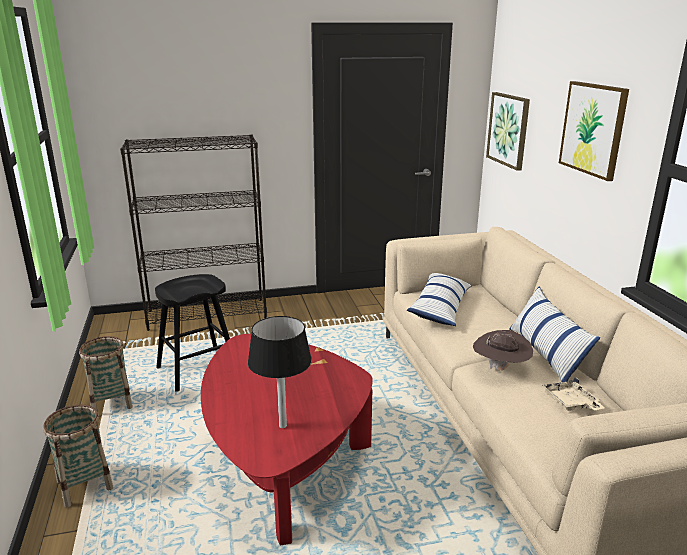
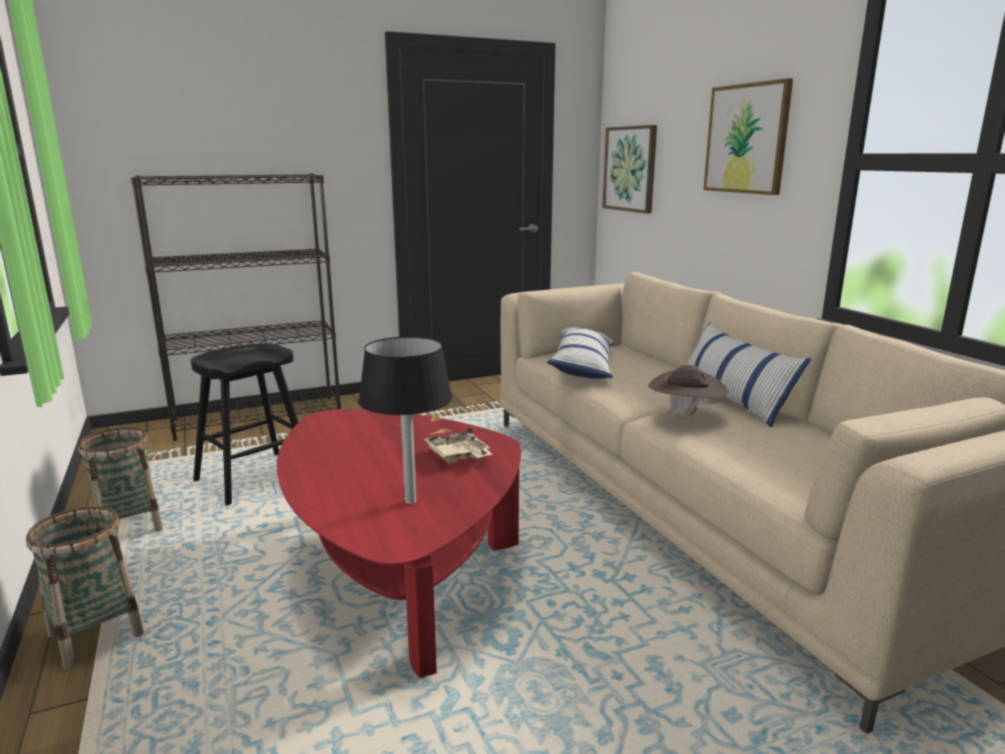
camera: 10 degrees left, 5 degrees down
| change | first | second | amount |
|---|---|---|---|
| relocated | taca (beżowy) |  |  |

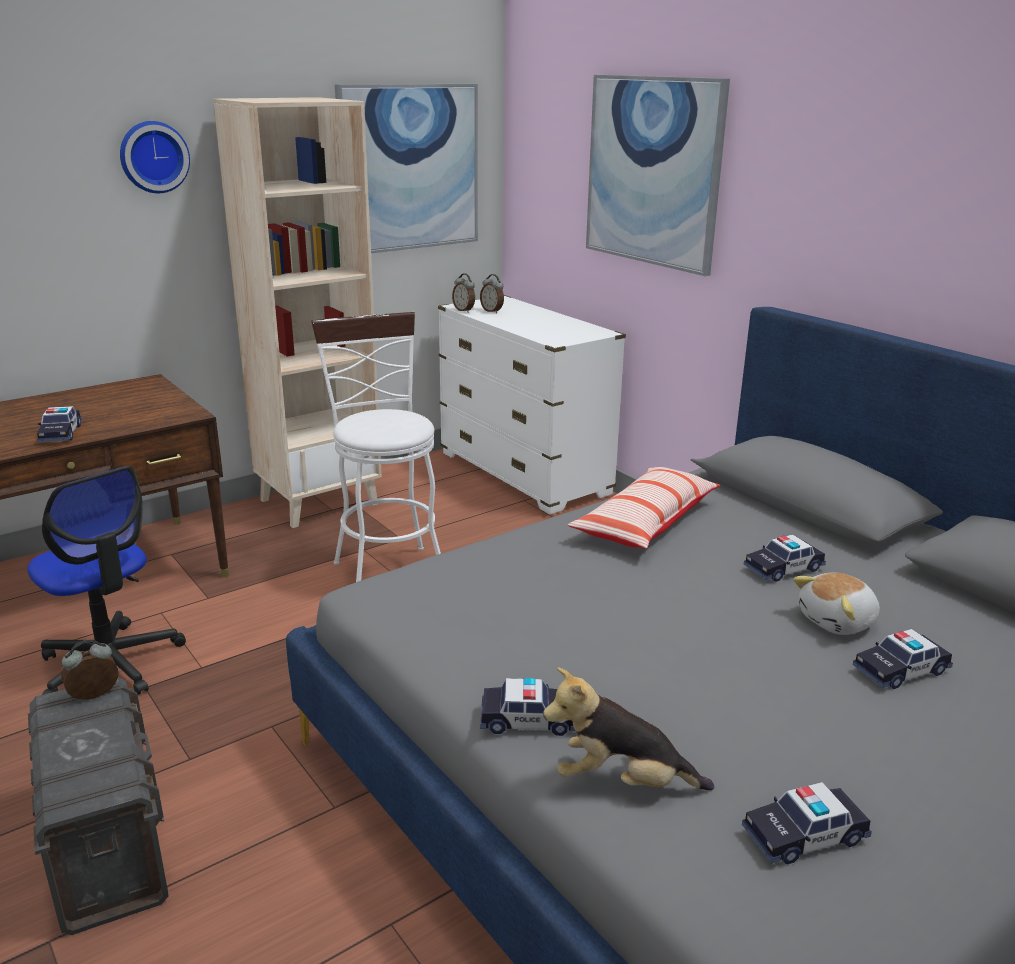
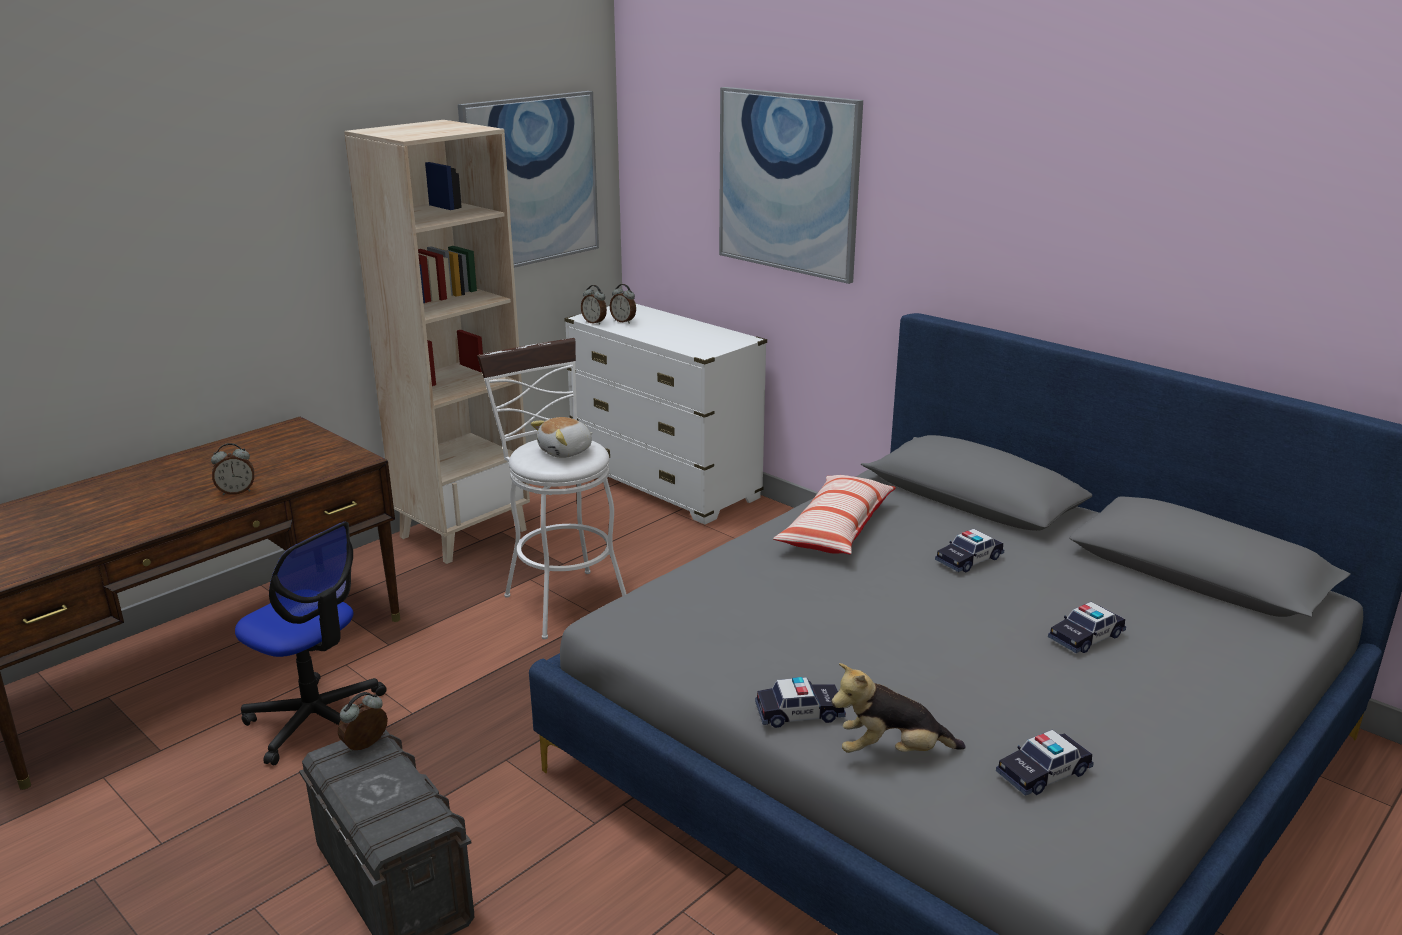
camera: 10 degrees left, 0 degrees up
| change | first | second | amount |
|---|---|---|---|
| missing | zegar ścienny |  |  |
| exchanged | samochodzik (no. 1 from left) | budzik (no. 1 from left) |  |
| relocated | pluszak (no. 2 from left in the first image) | pluszak (no. 1 from left) |  |

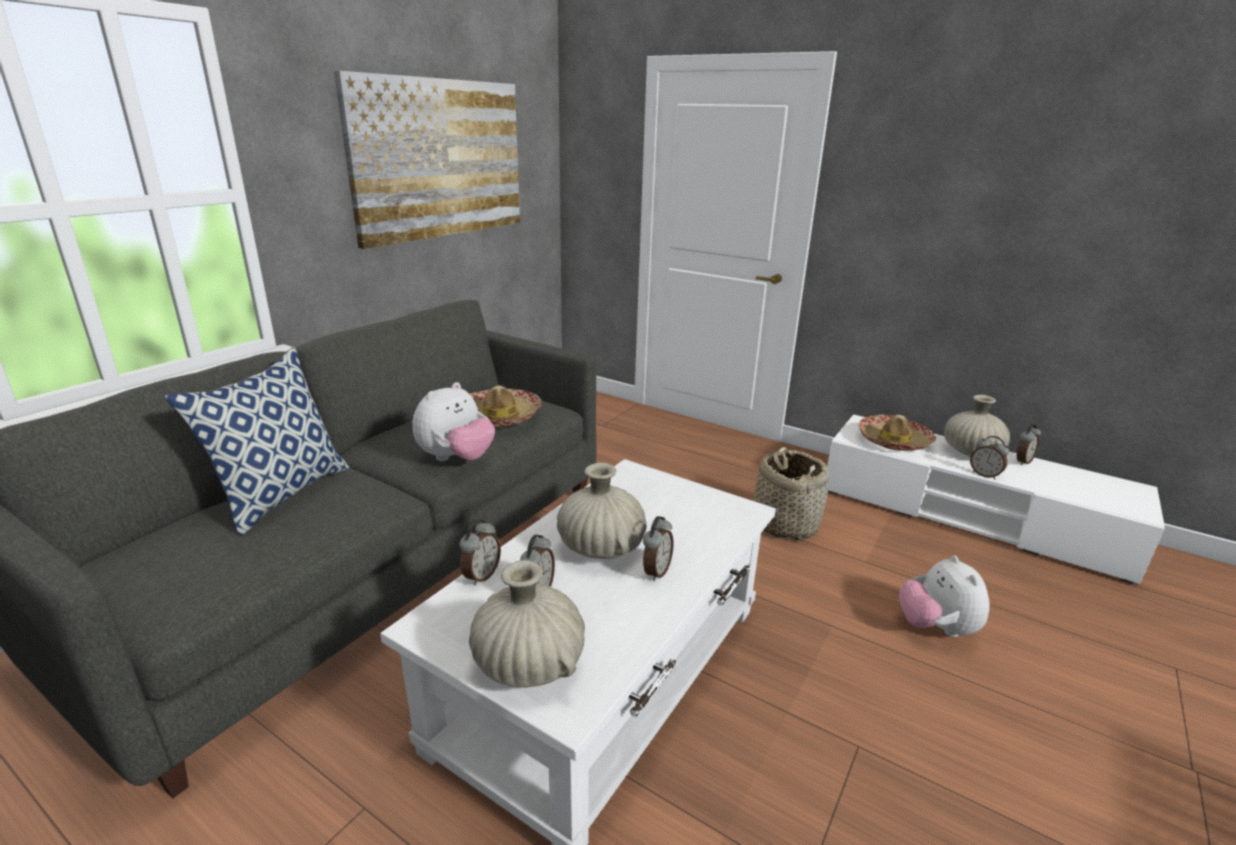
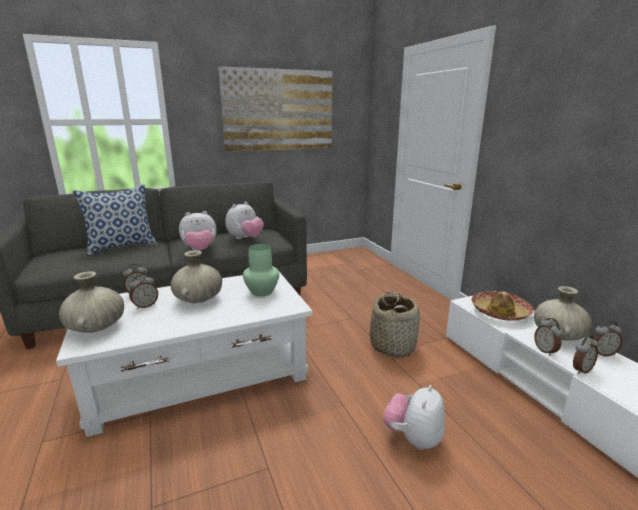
camera: 35 degrees right, 5 degrees down
| change | first | second | amount |
|---|---|---|---|
| exchanged | kapelusz (no. 1 from left) | pluszak (no. 2 from left) |  |
| relocated | budzik (no. 3 from left in the first image) | budzik (no. 4 from left) |  |
| appeared |  | wazon (zielony) |  |

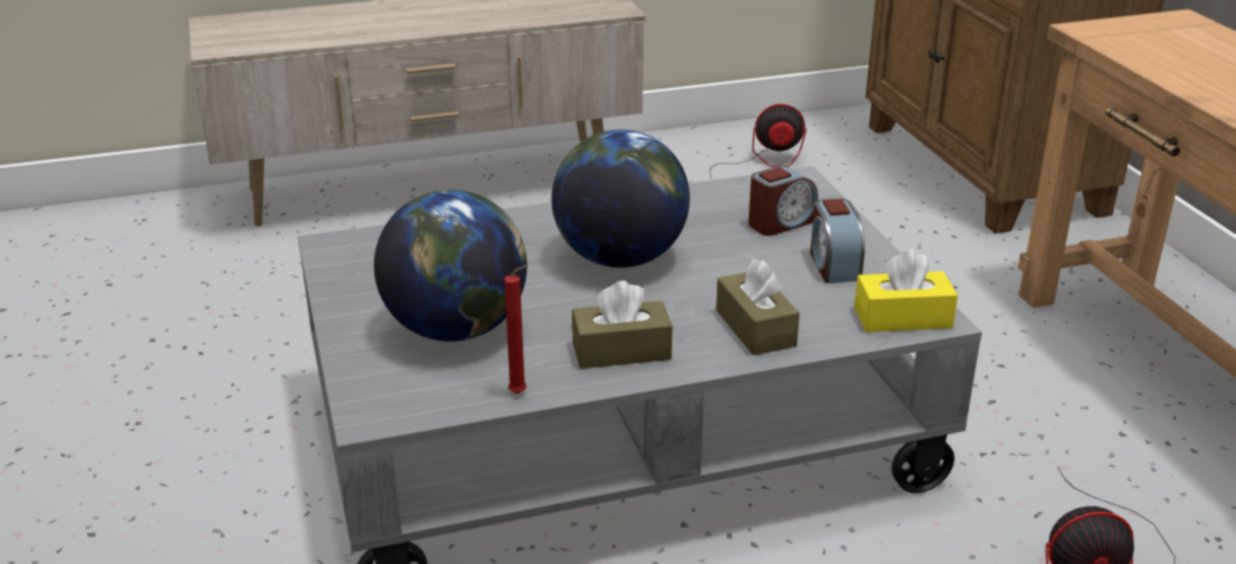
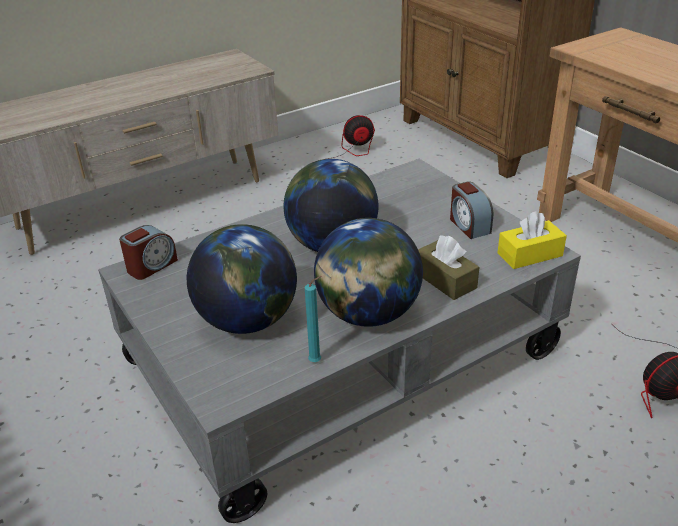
camera: 15 degrees left, 5 degrees up
| change | first | second | amount |
|---|---|---|---|
| relocated | budzik (no. 1 from left) |  |  |
| colour | świeca (czerwony) | świeca (turkusowy) |  |
| exchanged | pudełko chusteczek (brązowy) (no. 1 from left) | globus (no. 3 from left) |  |

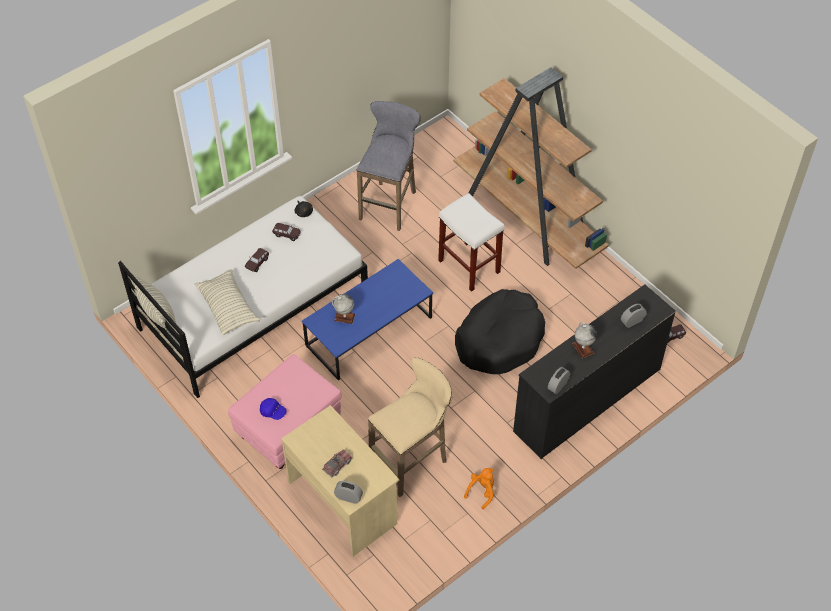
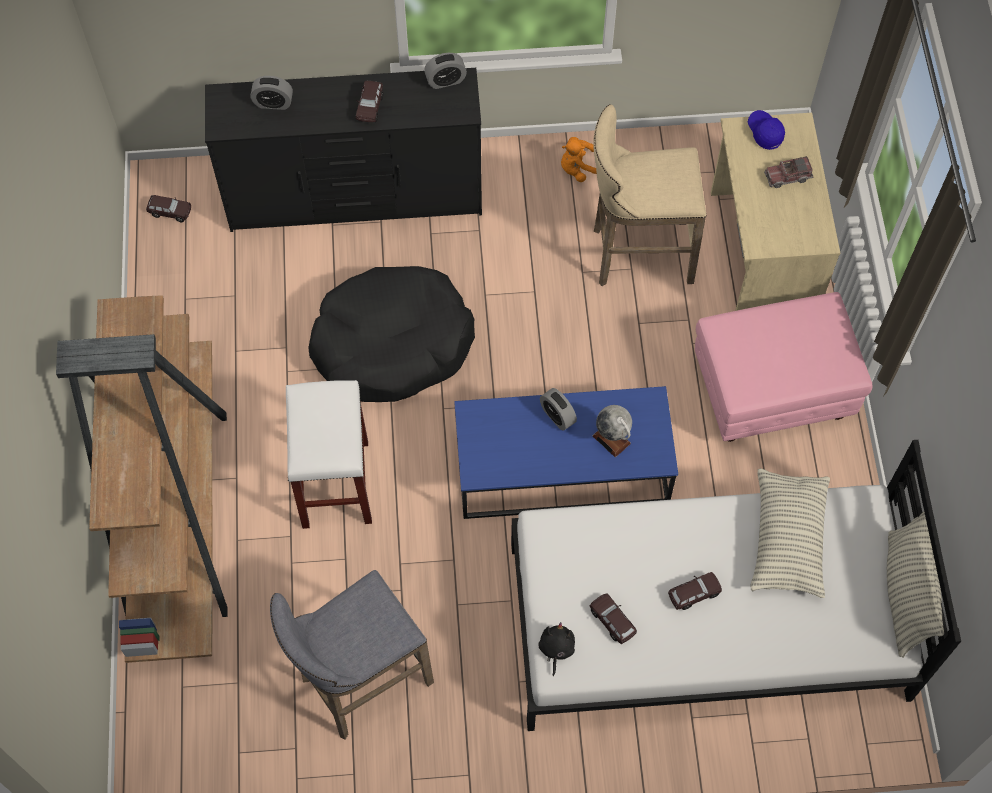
camera: 145 degrees left, 10 degrees up
| change | first | second | amount |
|---|---|---|---|
| exchanged | globus (no. 2 from left) | samochodzik (brązowy) (no. 2 from left) |  |
| relocated | czapka z daszkiem (niebieski) |  |  |
| relocated | budzik (no. 1 from left in the first image) | budzik (no. 3 from left) |  |

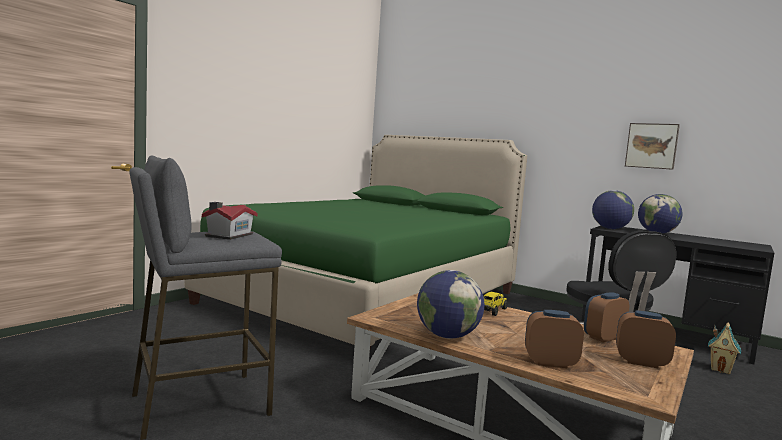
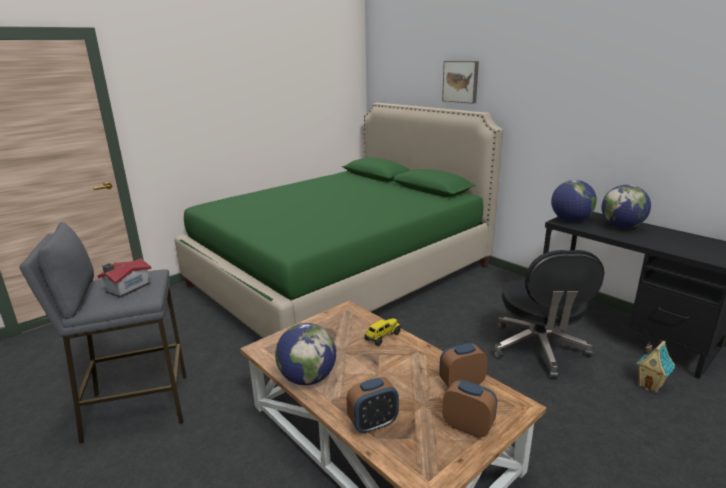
camera: 15 degrees right, 15 degrees up
| change | first | second | amount |
|---|---|---|---|
| relocated | obraz |  |  |
| spun | budzik (no. 1 from left) |  | 135 degrees clockwise |

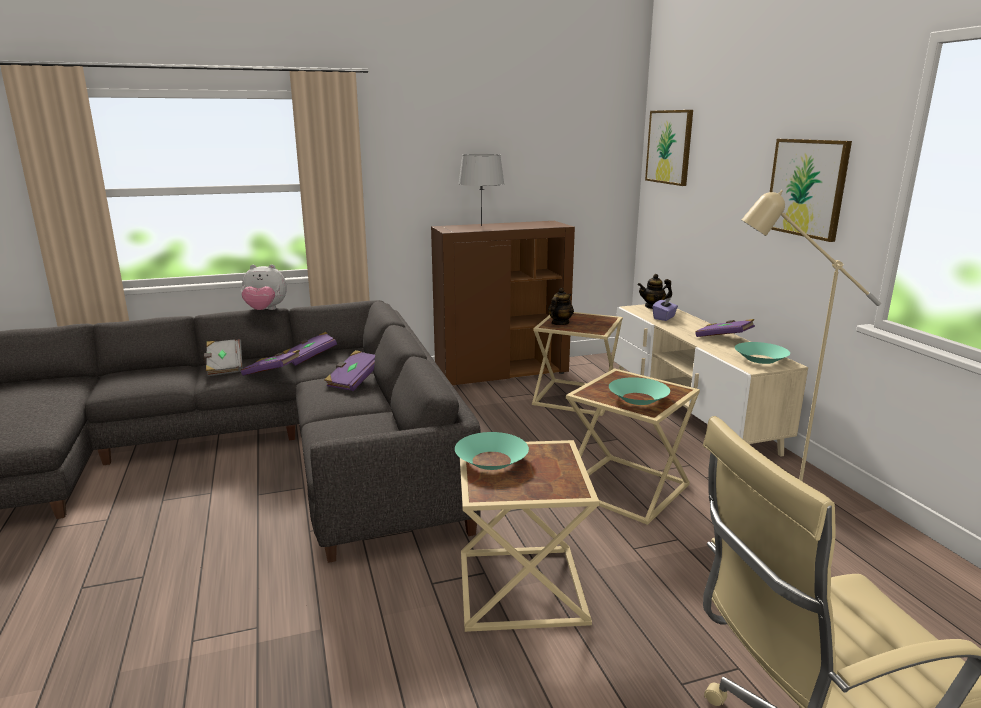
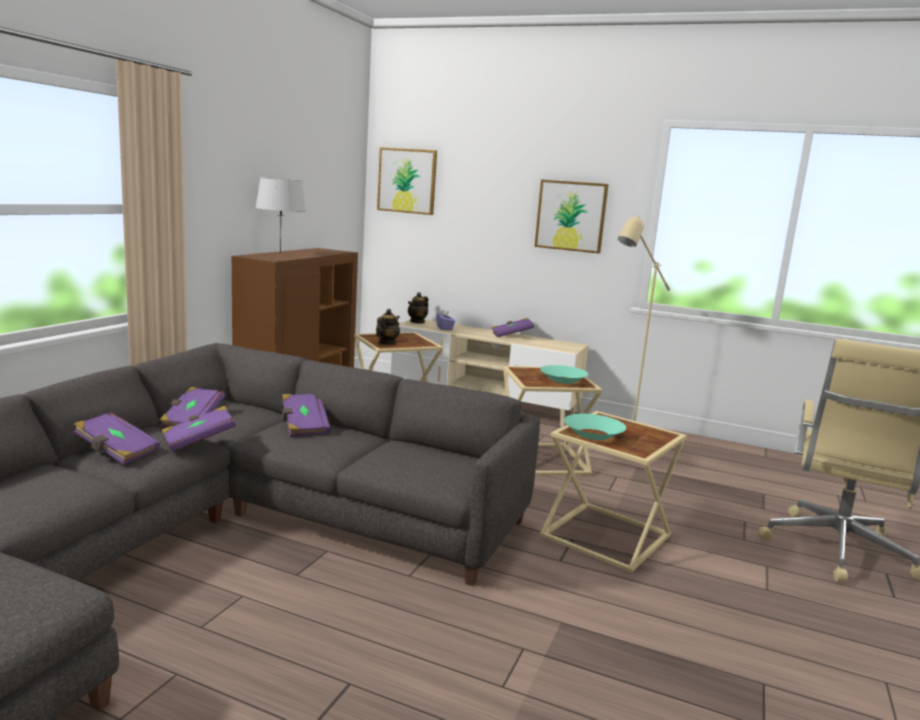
camera: 50 degrees left, 5 degrees down
| change | first | second | amount |
|---|---|---|---|
| missing | pluszak |  |  |
| spun | imbryk (no. 1 from left) |  | 45 degrees clockwise |
| colour | książka (szary) | książka (fioletowy) (no. 1 from left) |  |
| missing | miska (turkusowy) (no. 3 from left) |  |  |

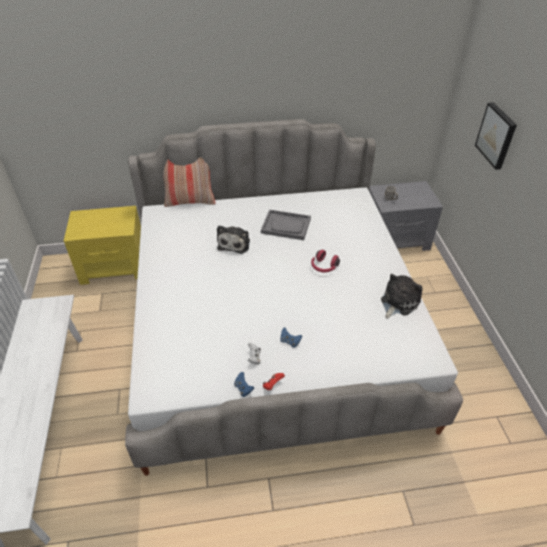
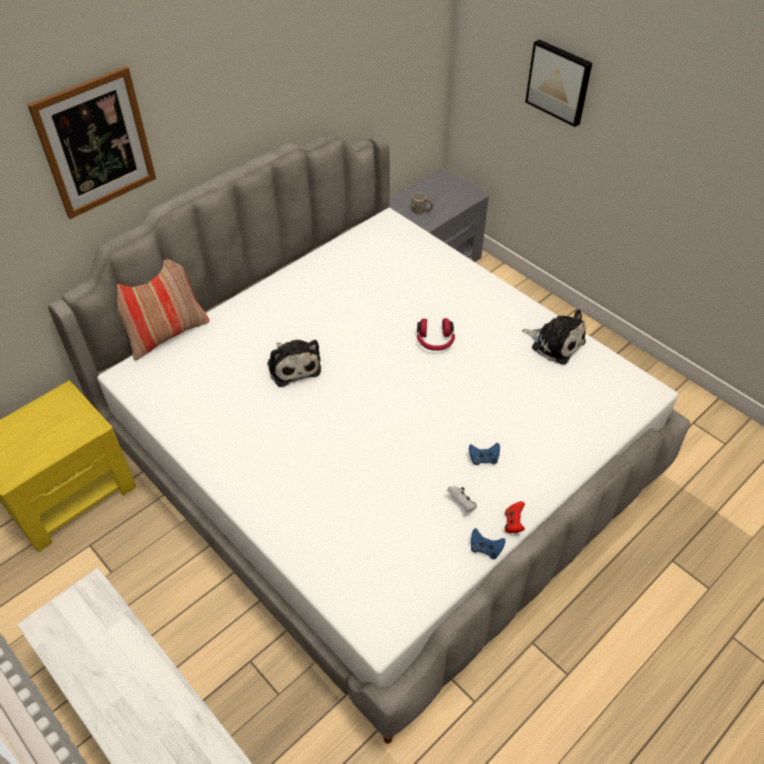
camera: 35 degrees left, 5 degrees up
| change | first | second | amount |
|---|---|---|---|
| missing | taca (szary) |  |  |
| spun | pluszak (no. 2 from left) |  | 120 degrees clockwise |
| appeared |  | obraz (no. 1 from left) |  |

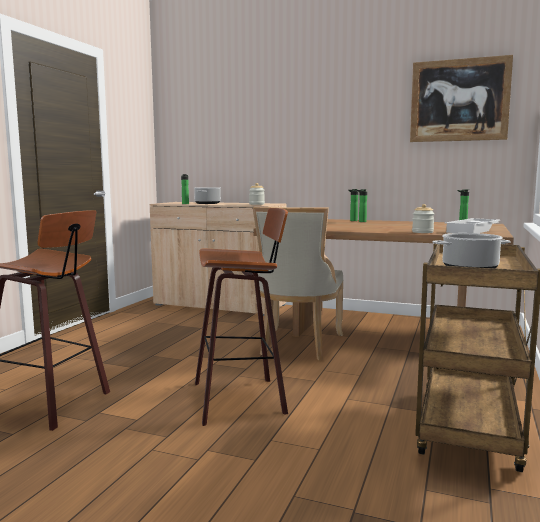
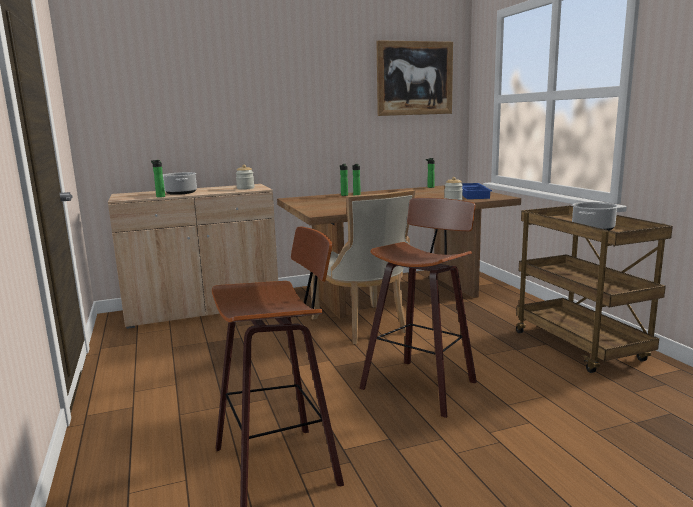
camera: 40 degrees left, 5 degrees up
| change | first | second | amount |
|---|---|---|---|
| colour | taca (biały) | taca (niebieski) |  |

